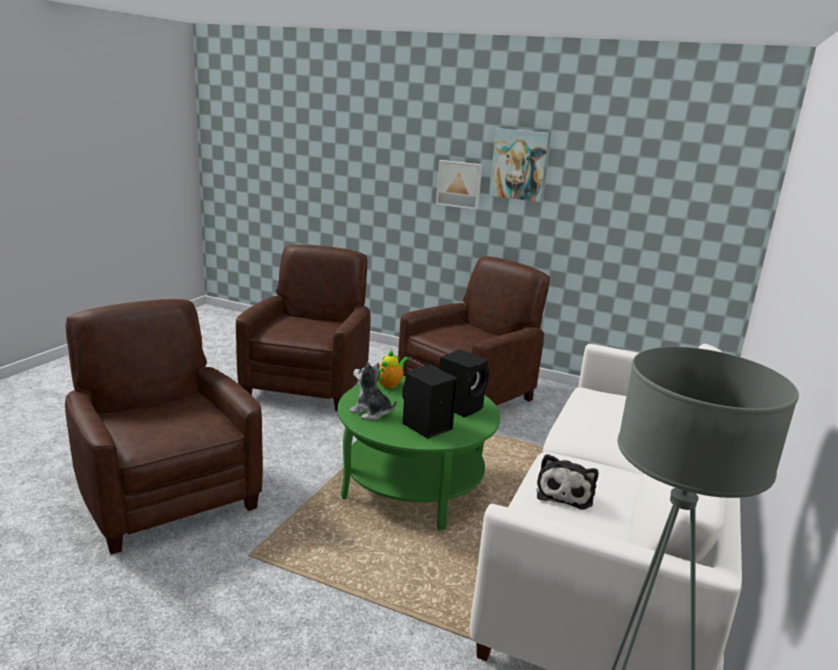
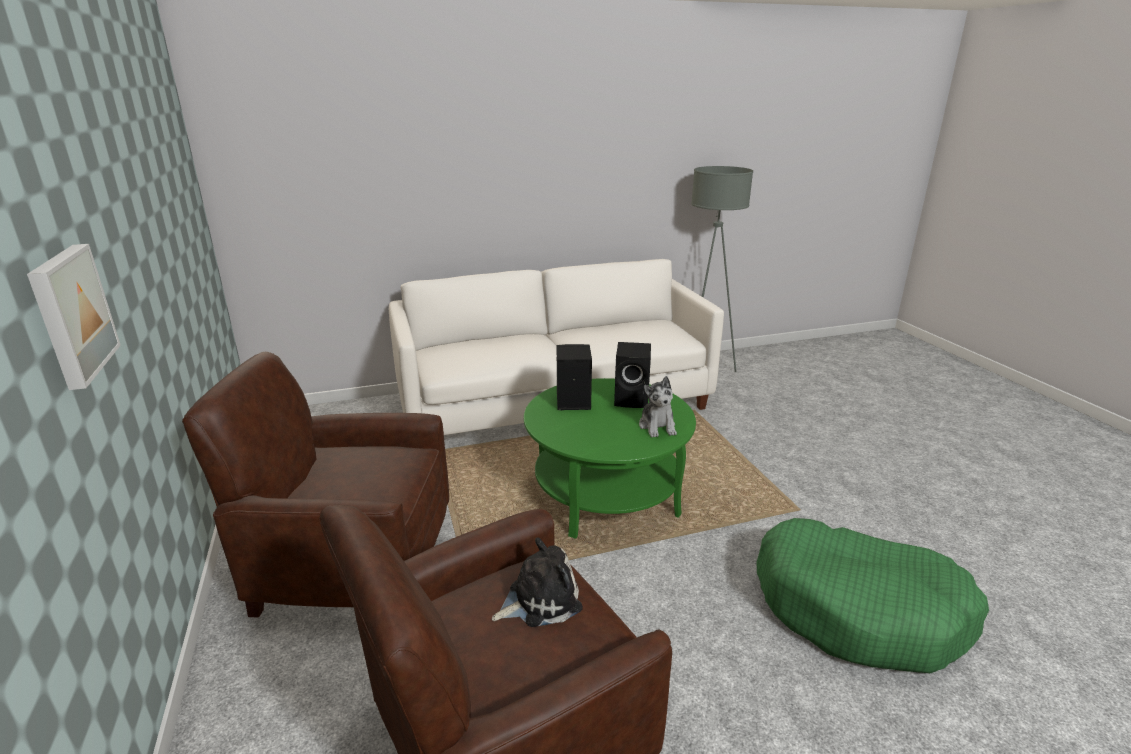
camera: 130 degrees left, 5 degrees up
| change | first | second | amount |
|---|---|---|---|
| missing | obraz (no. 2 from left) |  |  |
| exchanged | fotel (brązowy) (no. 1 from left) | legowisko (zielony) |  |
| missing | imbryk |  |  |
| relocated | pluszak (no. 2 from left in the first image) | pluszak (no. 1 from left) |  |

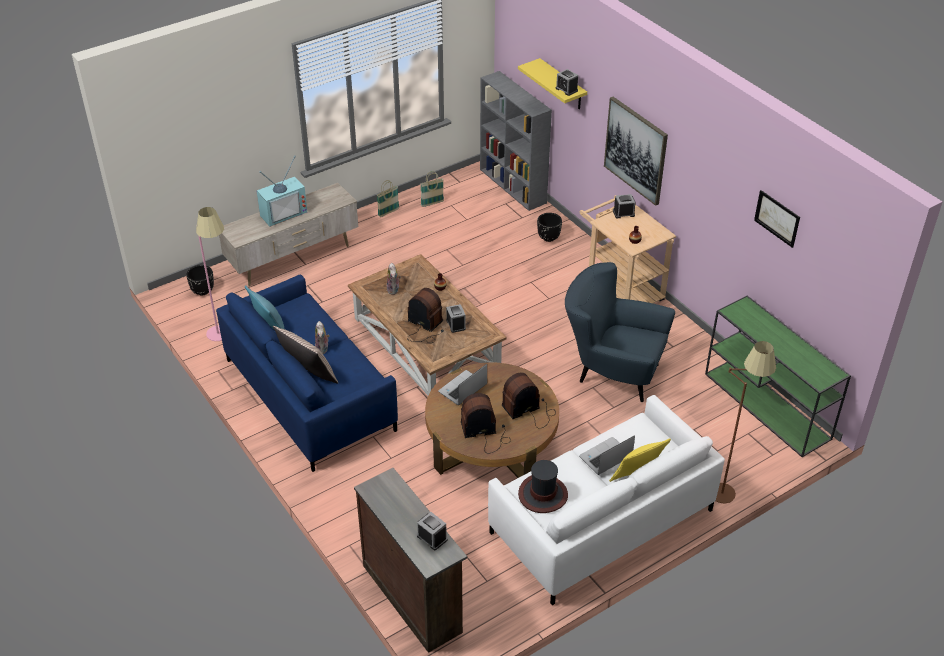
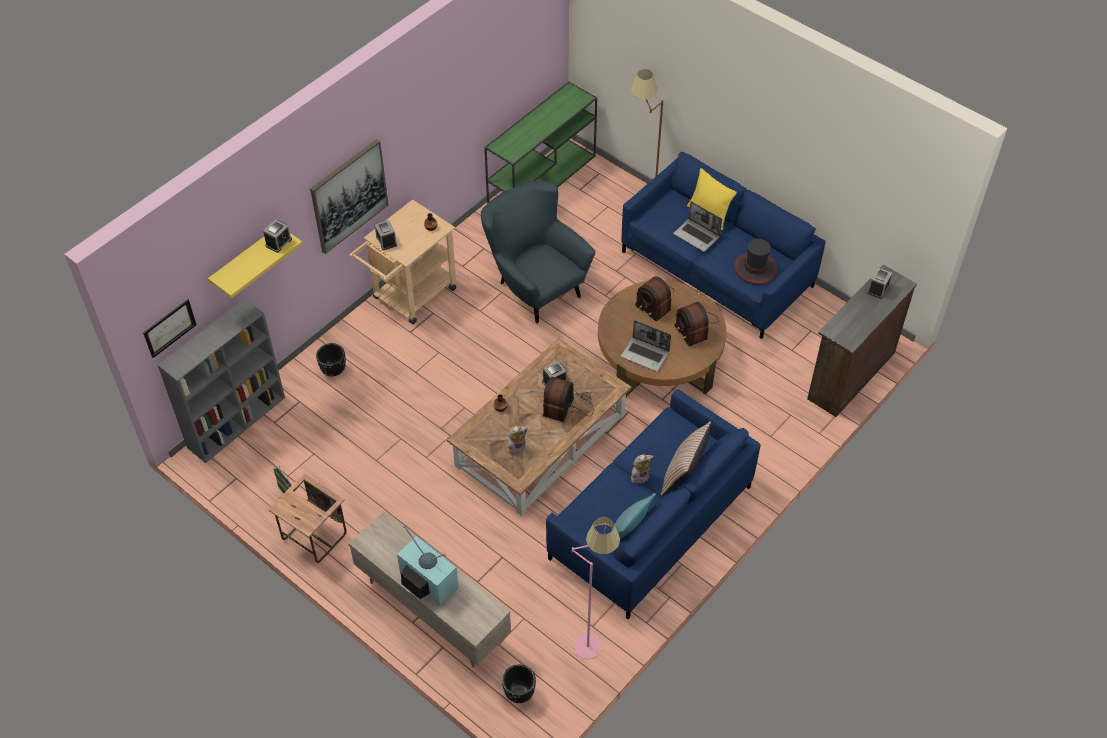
camera: 105 degrees left, 10 degrees up
| change | first | second | amount |
|---|---|---|---|
| exchanged | koszyk (no. 1 from left) | stolik |  |
| relocated | obraz (no. 2 from left in the first image) | obraz (no. 1 from left) |  |
| spun | fotel (niebieski) |  | 135 degrees clockwise |
| colour | kanapa (biały) | kanapa (niebieski) (no. 2 from left) |  |

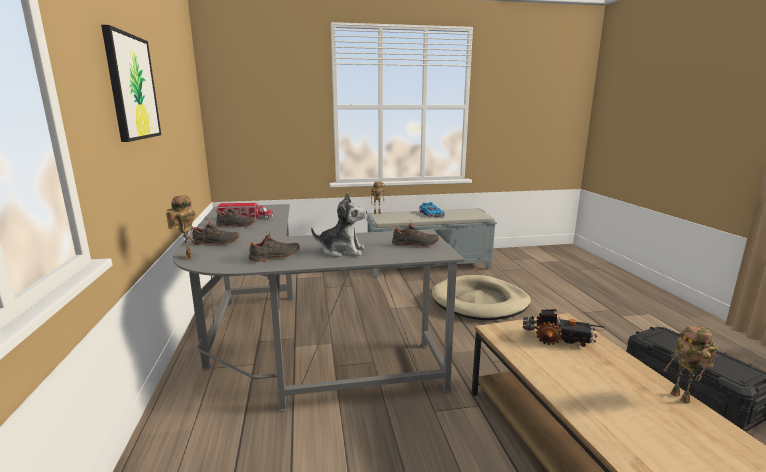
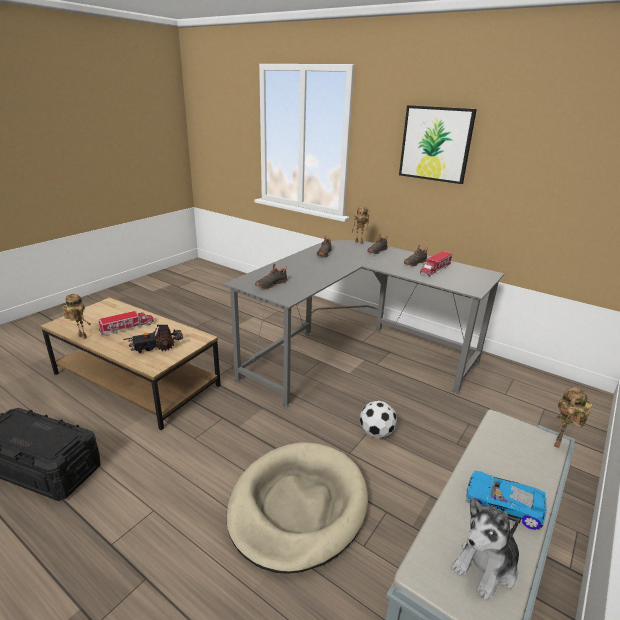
camera: 135 degrees right, 10 degrees up
| change | first | second | amount |
|---|---|---|---|
| relocated | pluszak |  |  |
| appeared |  | ciężarówka zabawkowa (no. 1 from left) |  |
| appeared |  | piłka futbolowa |  |

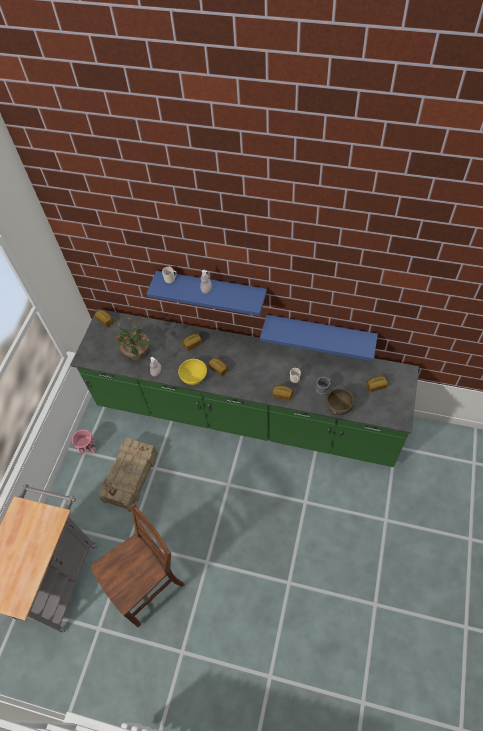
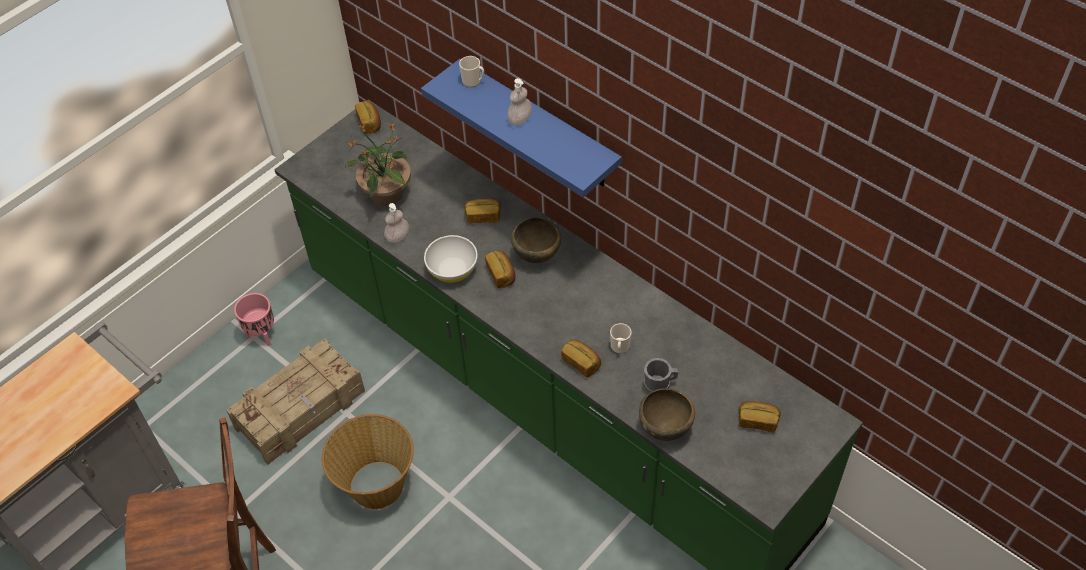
camera: 25 degrees right, 5 degrees down
| change | first | second | amount |
|---|---|---|---|
| missing | półka (niebieski) (no. 2 from left) |  |  |
| colour | miska (żółty) | miska (biały) |  |
| appeared |  | miska (brązowy) (no. 1 from left) |  |
| appeared |  | koszyk |  |

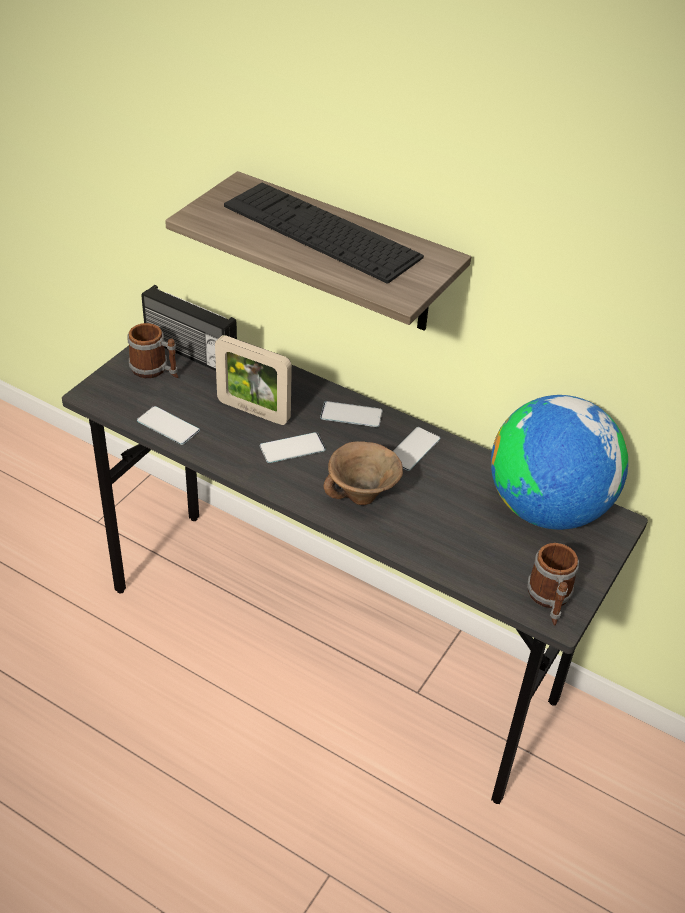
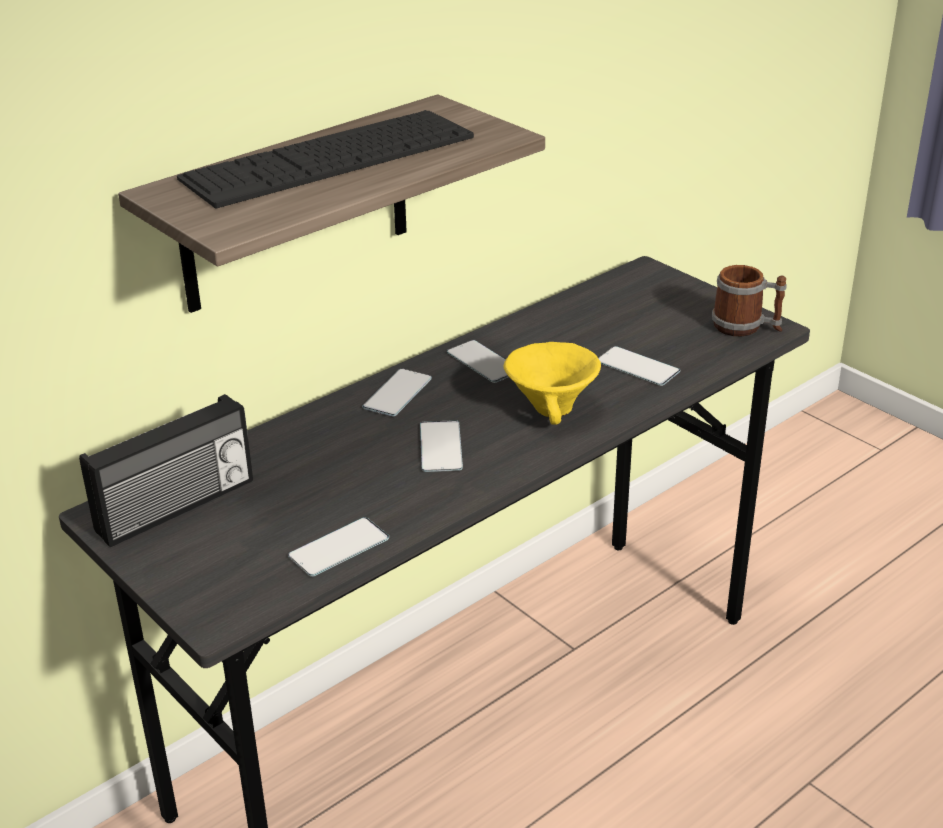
camera: 70 degrees left, 10 degrees down
| change | first | second | amount |
|---|---|---|---|
| missing | kubek (no. 1 from left) |  |  |
| missing | ramka na zdjęcie |  |  |
| missing | globus |  |  |
| colour | miska (brązowy) | miska (żółty) |  |
| appeared |  | telefon (no. 5 from left) |  |

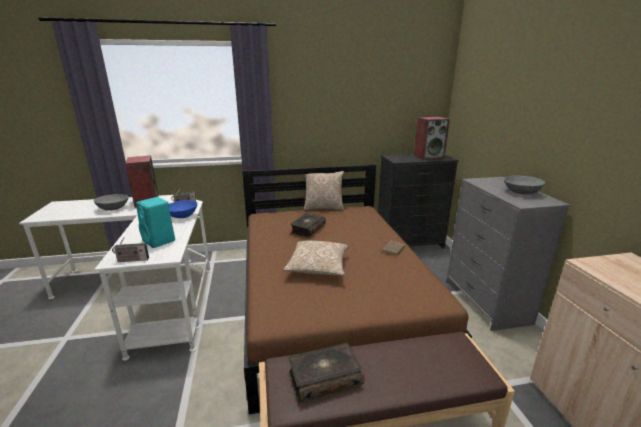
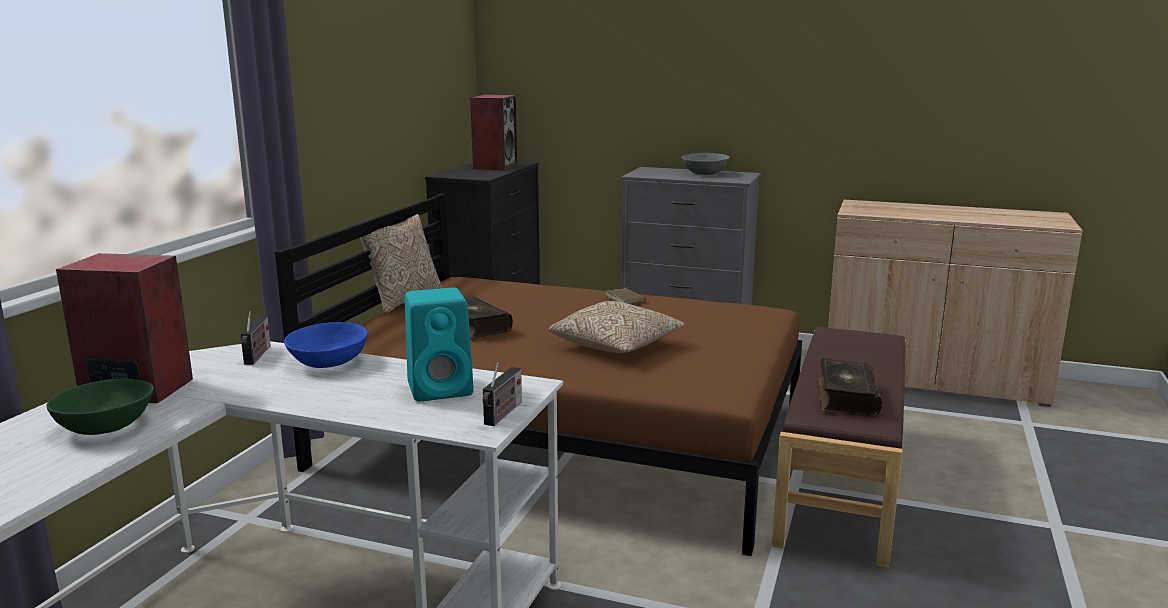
camera: 60 degrees left, 5 degrees down
| change | first | second | amount |
|---|---|---|---|
| colour | miska (szary) (no. 1 from left) | miska (zielony) |  |

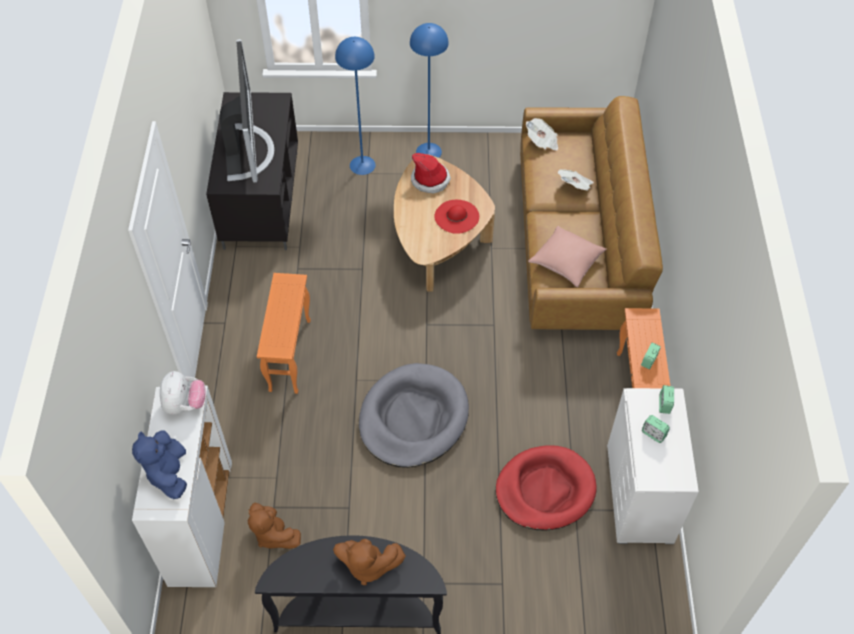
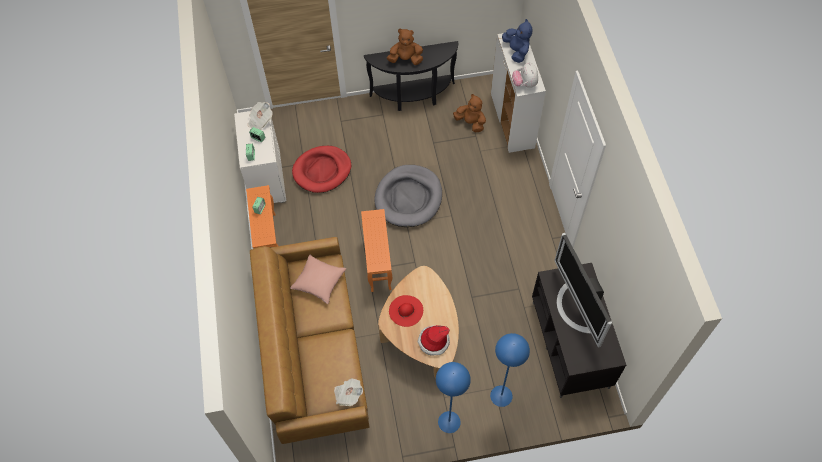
camera: 170 degrees right, 5 degrees up
| change | first | second | amount |
|---|---|---|---|
| relocated | gazeta (no. 2 from left in the first image) | gazeta (no. 1 from left) |  |
| relocated | stolik (pomarańczowy) (no. 1 from left in the first image) | stolik (pomarańczowy) (no. 2 from left) |  |

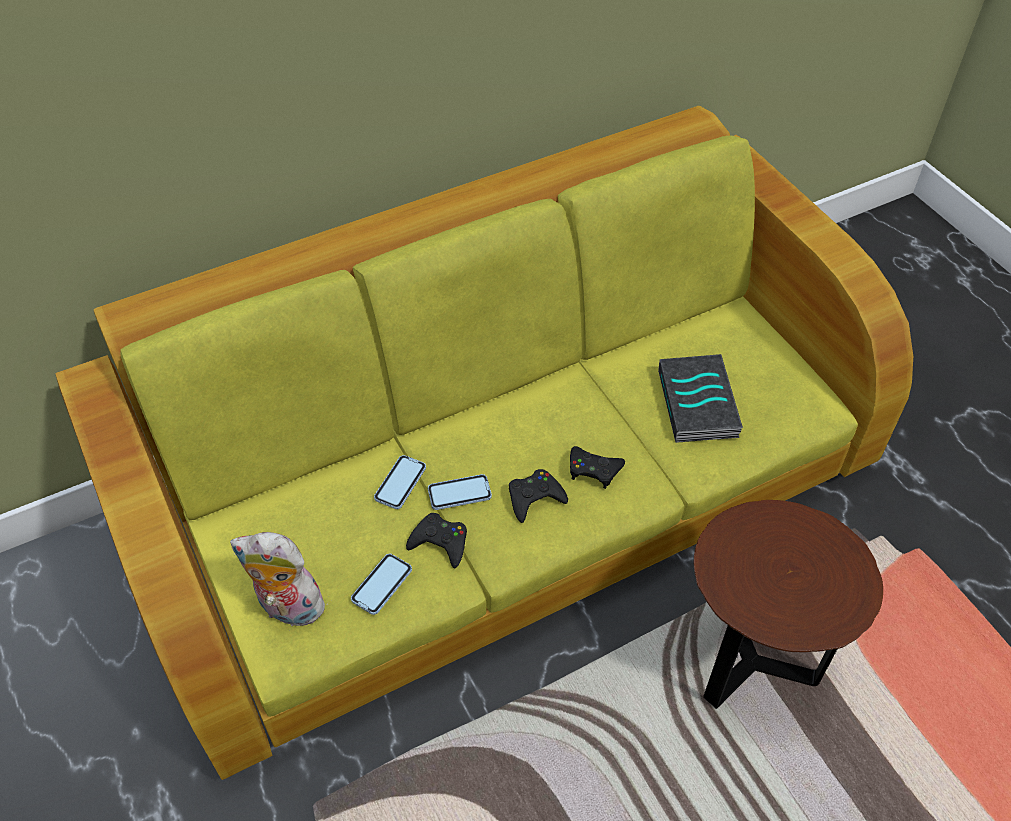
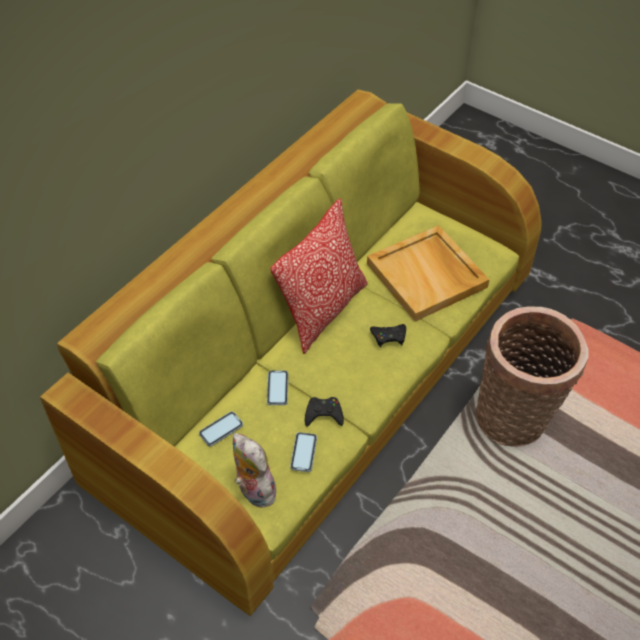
camera: 25 degrees left, 0 degrees up
| change | first | second | amount |
|---|---|---|---|
| exchanged | książka | taca (beżowy) |  |
| missing | pad do gier (czarny) (no. 2 from left) |  |  |
| relocated | telefon (no. 3 from left in the first image) | telefon (no. 1 from left) |  |
| exchanged | stolik (brązowy) | koszyk |  |
| spun | pluszak |  | 60 degrees clockwise |
| appeared |  | poduszka |  |

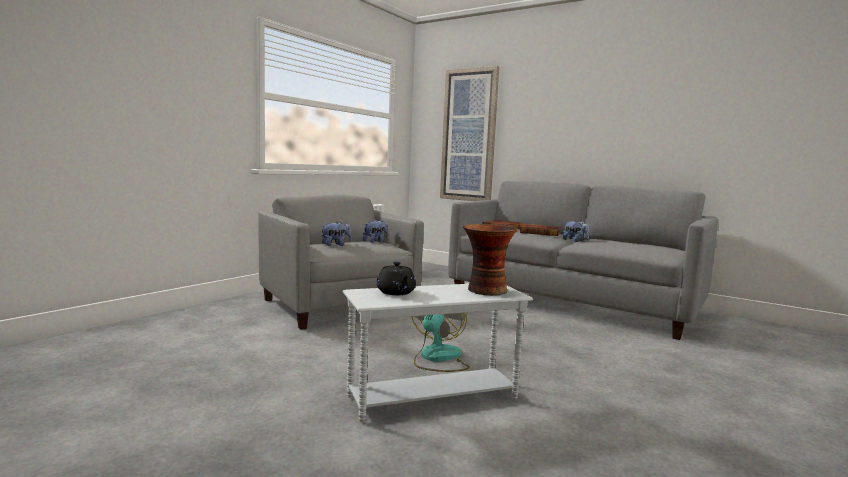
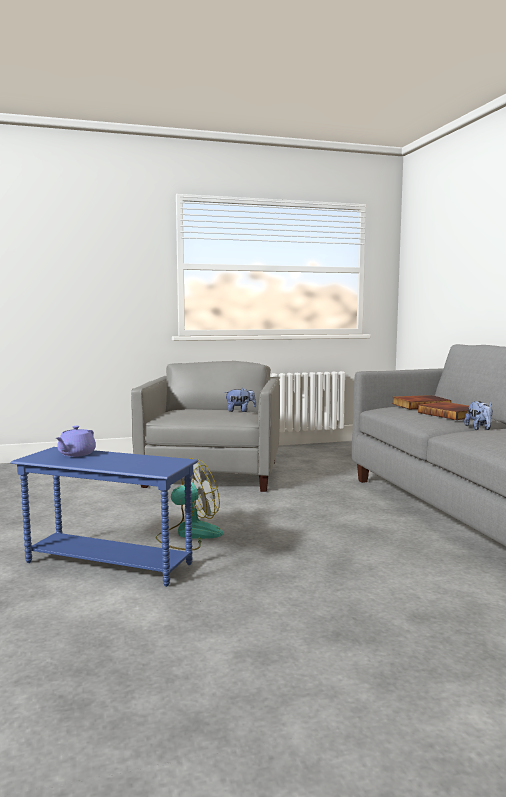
camera: 40 degrees right, 0 degrees up
| change | first | second | amount |
|---|---|---|---|
| missing | obraz |  |  |
| missing | pluszak (no. 1 from left) |  |  |
| missing | wazon |  |  |
| colour | imbryk (czarny) | imbryk (fioletowy) |  |
| colour | stolik (biały) | stolik (niebieski) |  |

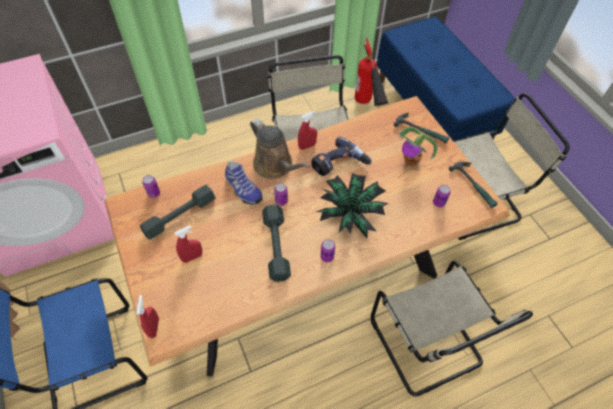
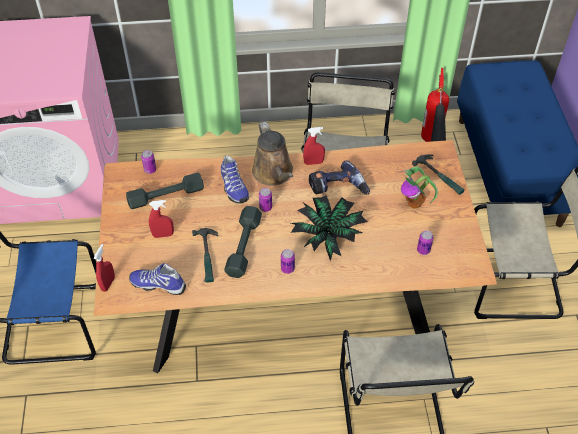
camera: 20 degrees right, 5 degrees down
| change | first | second | amount |
|---|---|---|---|
| relocated | młotek (no. 2 from left in the first image) | młotek (no. 1 from left) |  |
| appeared |  | but (no. 1 from left) |  |

